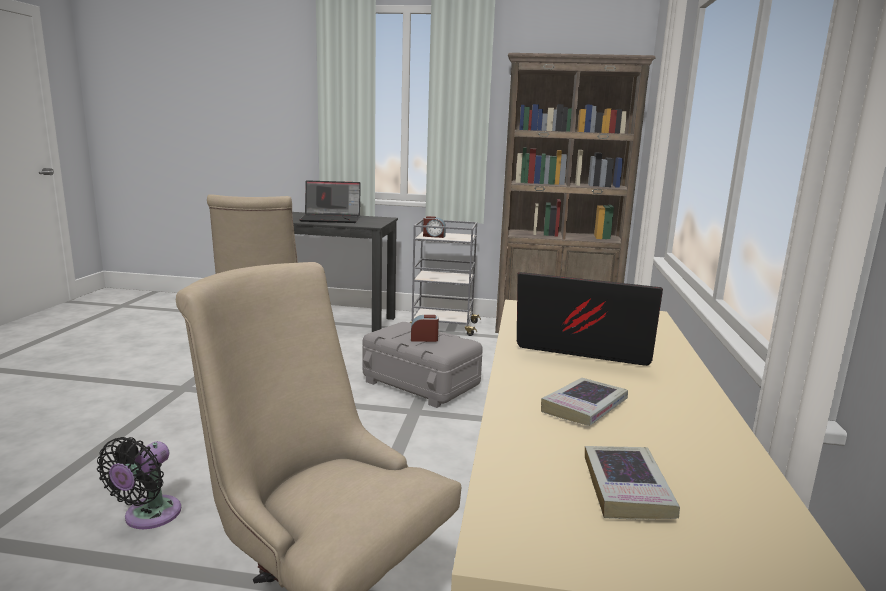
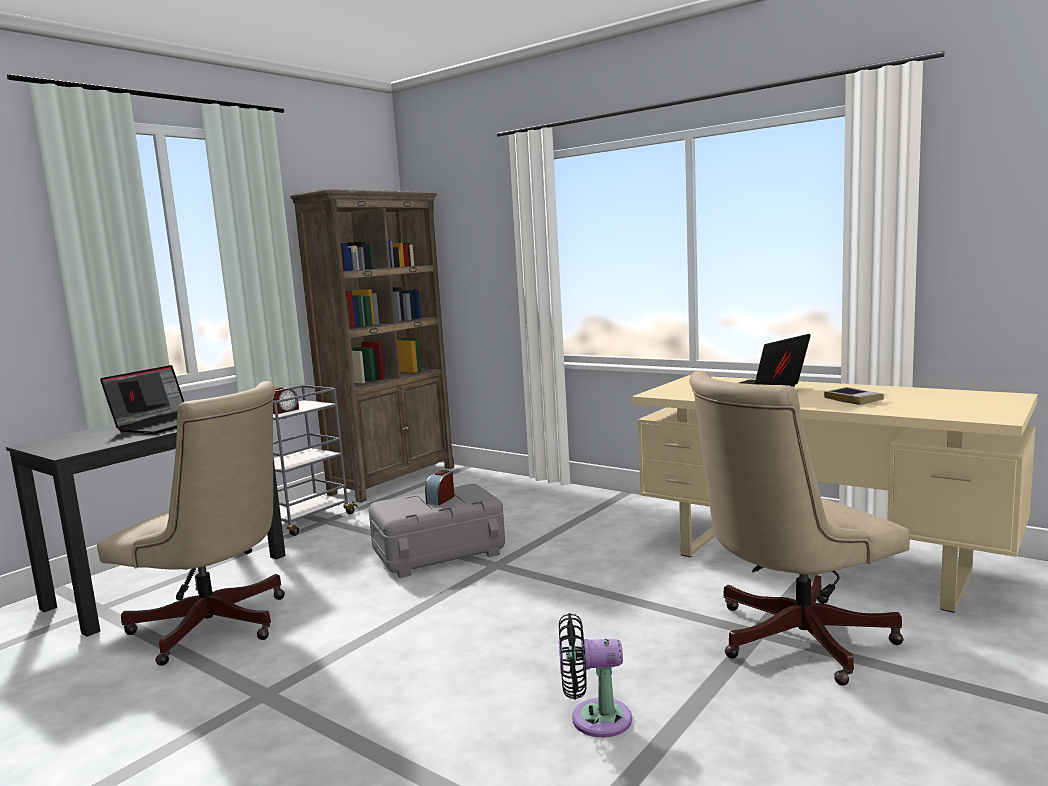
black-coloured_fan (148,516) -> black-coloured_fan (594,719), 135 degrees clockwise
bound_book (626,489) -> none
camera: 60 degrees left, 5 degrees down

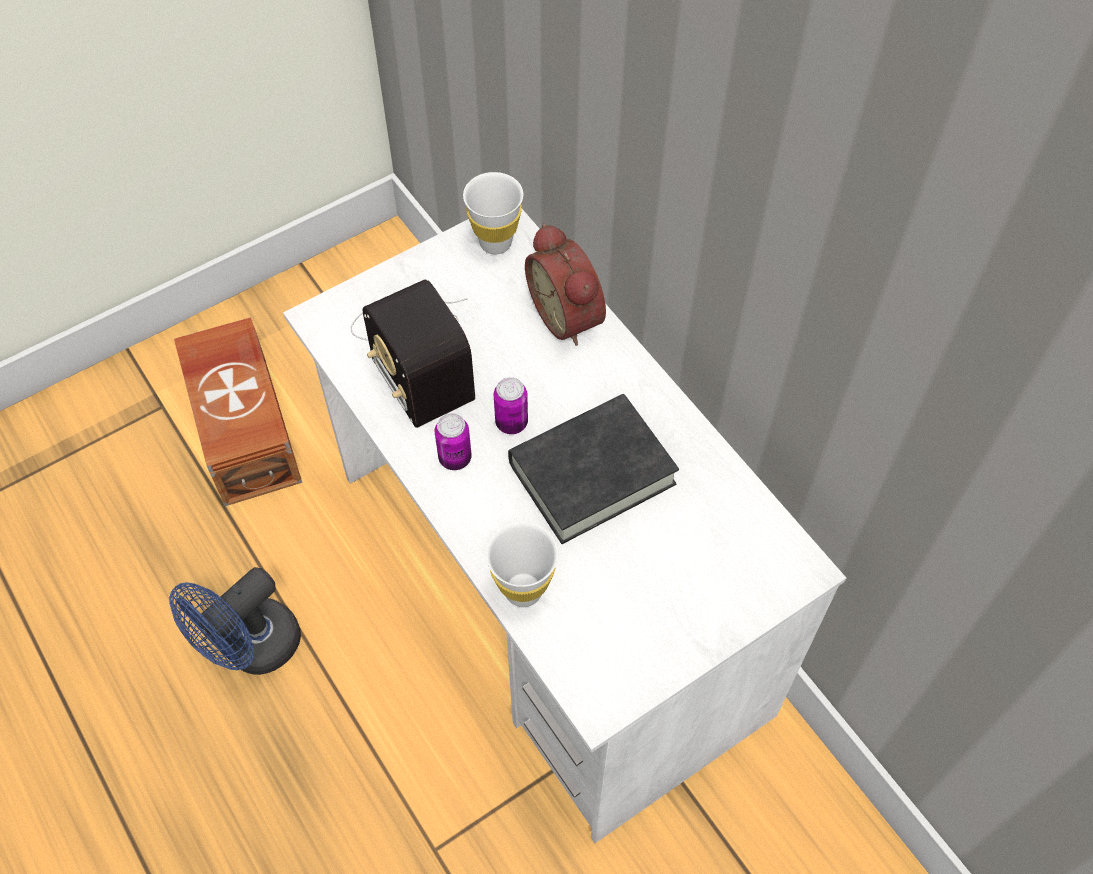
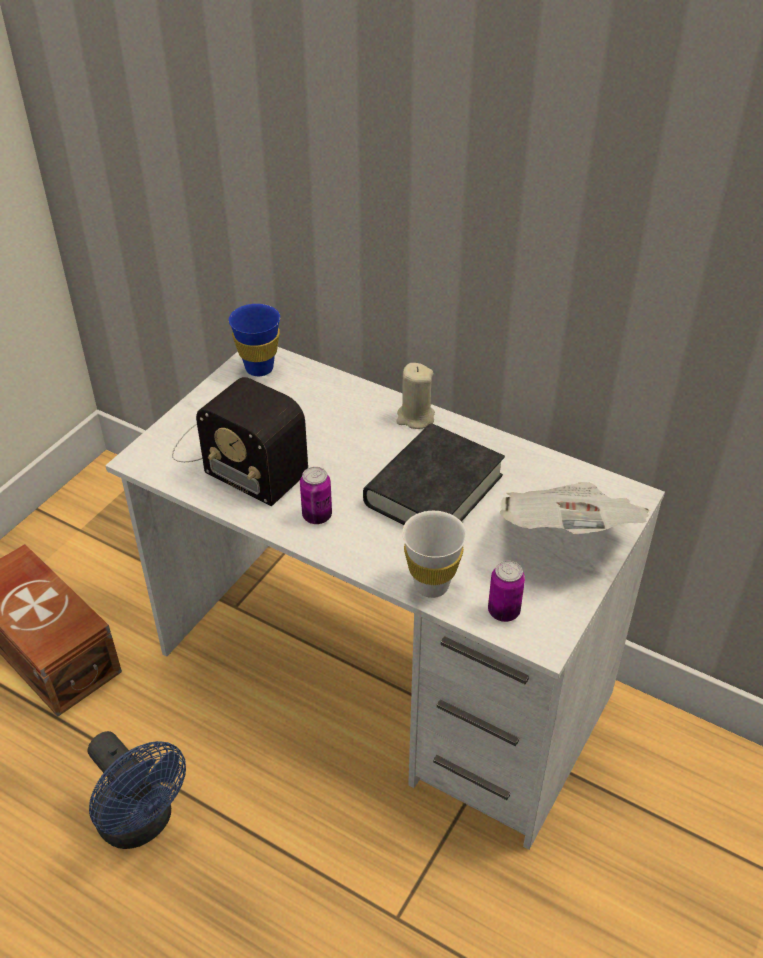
blue_fan (252,649) -> blue_fan (141,823), 60 degrees counterclockwise
whitish_small_cup (495,243) -> blue_small_cup (259,368)
none -> sand-coloured_wax_light (415,418)
sealed_can (511,423) -> sealed_can (503,611), move
none -> daily_paper (567,535)
bedside_clock (569,315) -> none
camera: 25 degrees left, 15 degrees down

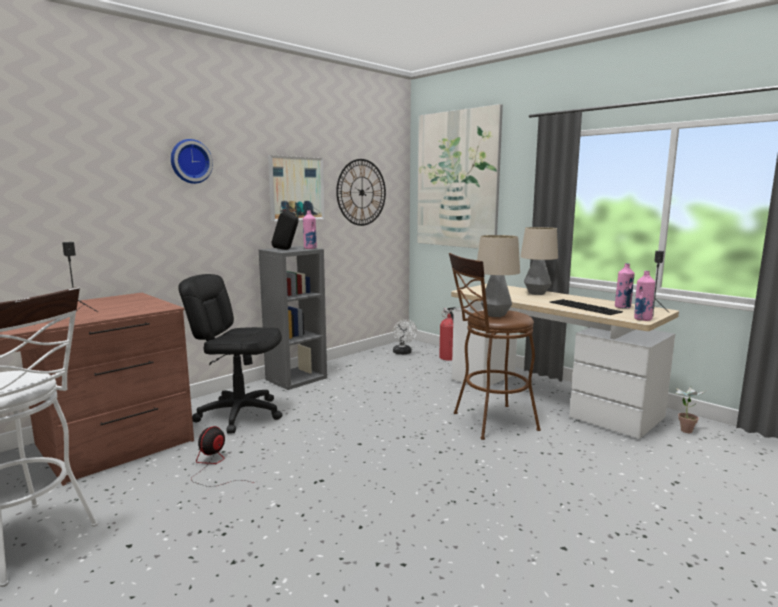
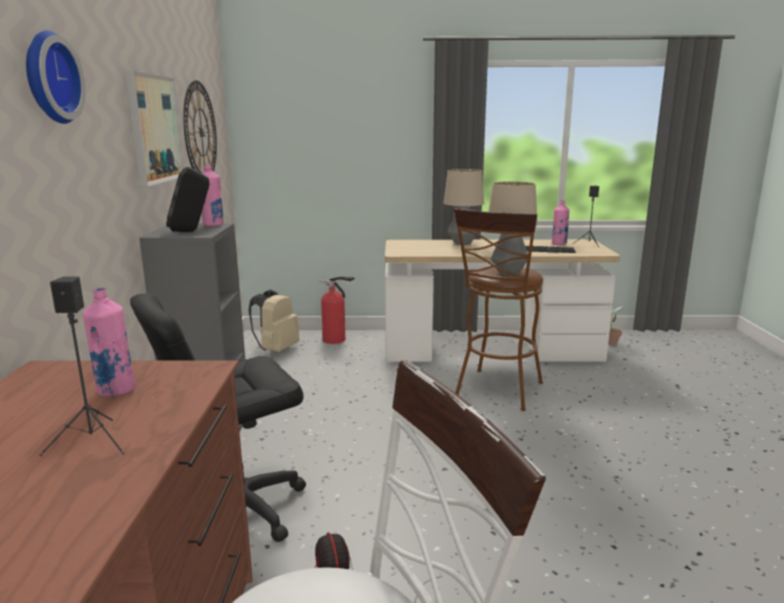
pink-coloured_bottle (642,319) -> pink-coloured_bottle (116,390), move
whitish_fan (403,353) -> sand-coloured_rucksack (276,349)
picture (457,180) -> none
camera: 45 degrees left, 5 degrees up

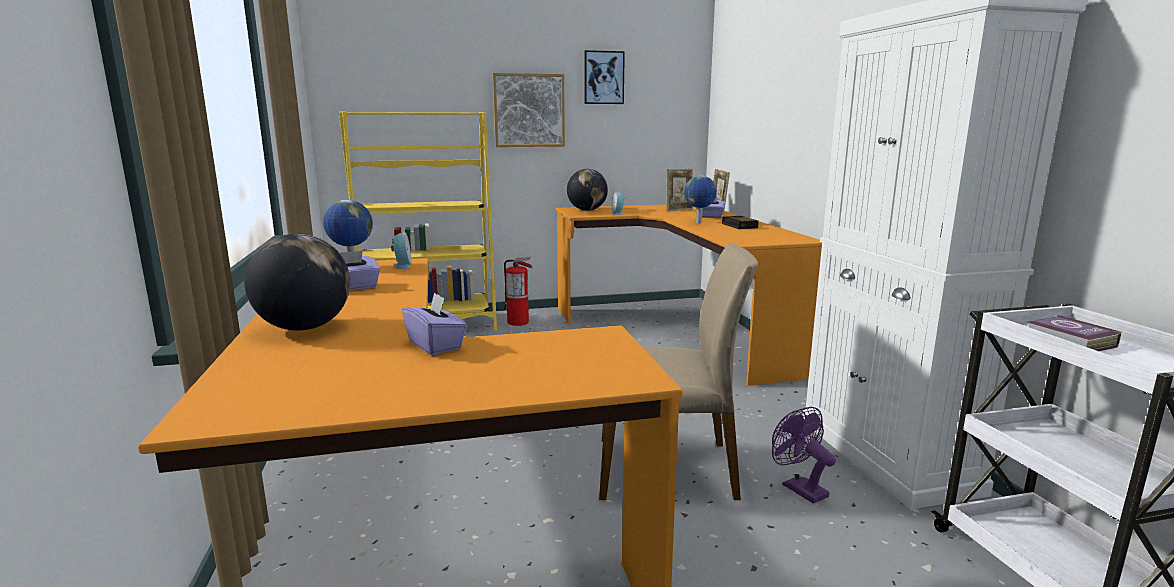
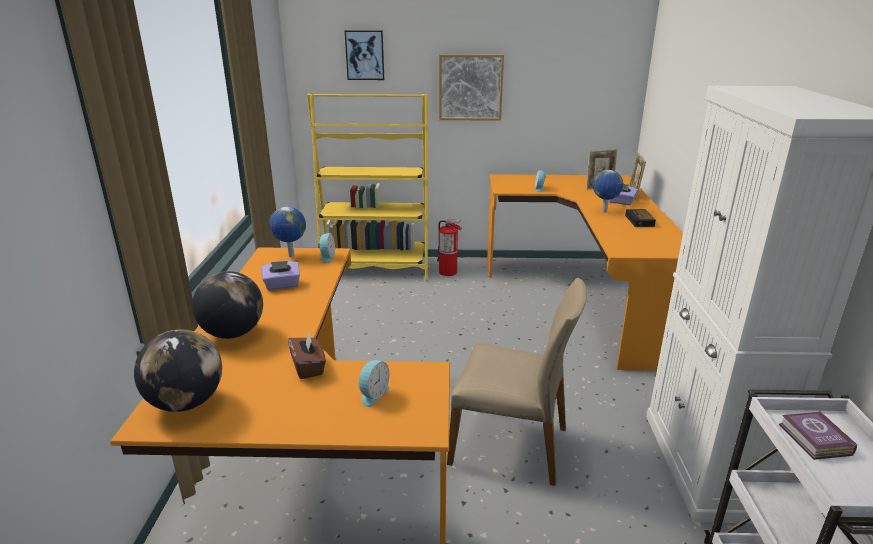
globe (587,210) -> globe (186,403), move
purplish_tissue_holder (436,345) -> brownish_tissue_holder (308,367)
picture (603,77) -> picture (365,55), move
none -> bedside_clock (373,394)
purplish_fan (798,488) -> none
camera: 15 degrees right, 10 degrees up

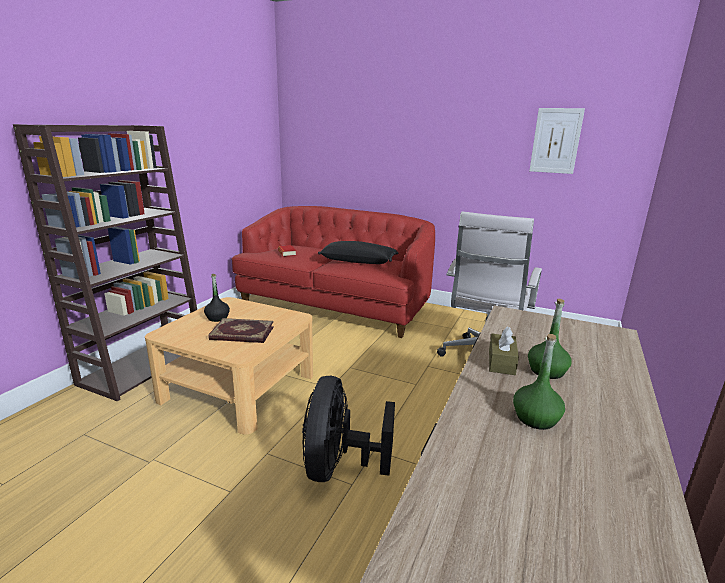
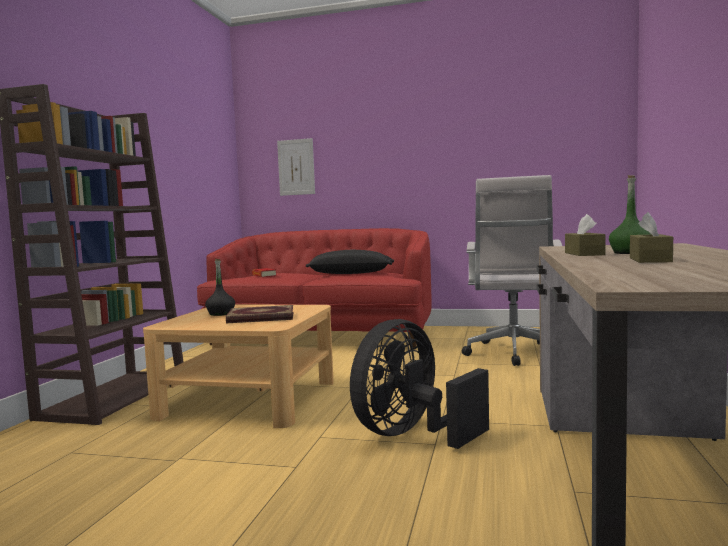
picture (556,141) -> picture (296,167), move
black-coloured_fan (339,466) -> black-coloured_fan (411,435), 45 degrees clockwise
green-coloured_bottle (536,418) -> brownish_tissue_holder (650,260)
camera: 10 degrees left, 15 degrees down

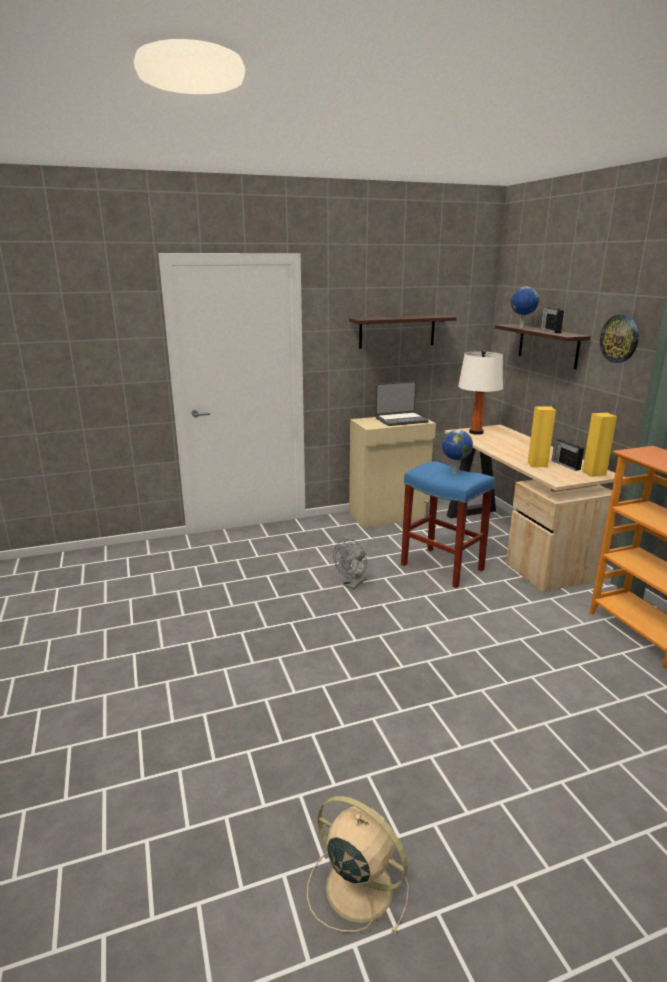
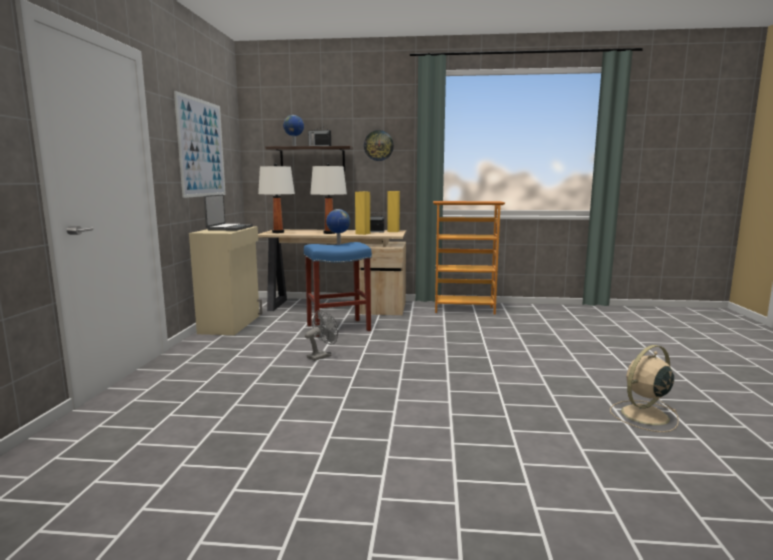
bracket_shelf (397,331) -> picture (201,148)
gray_fan (352,584) -> gray_fan (322,356), 105 degrees counterclockwise
none -> whitish_lamp_for_a_table (329,233)
camera: 65 degrees left, 10 degrees down

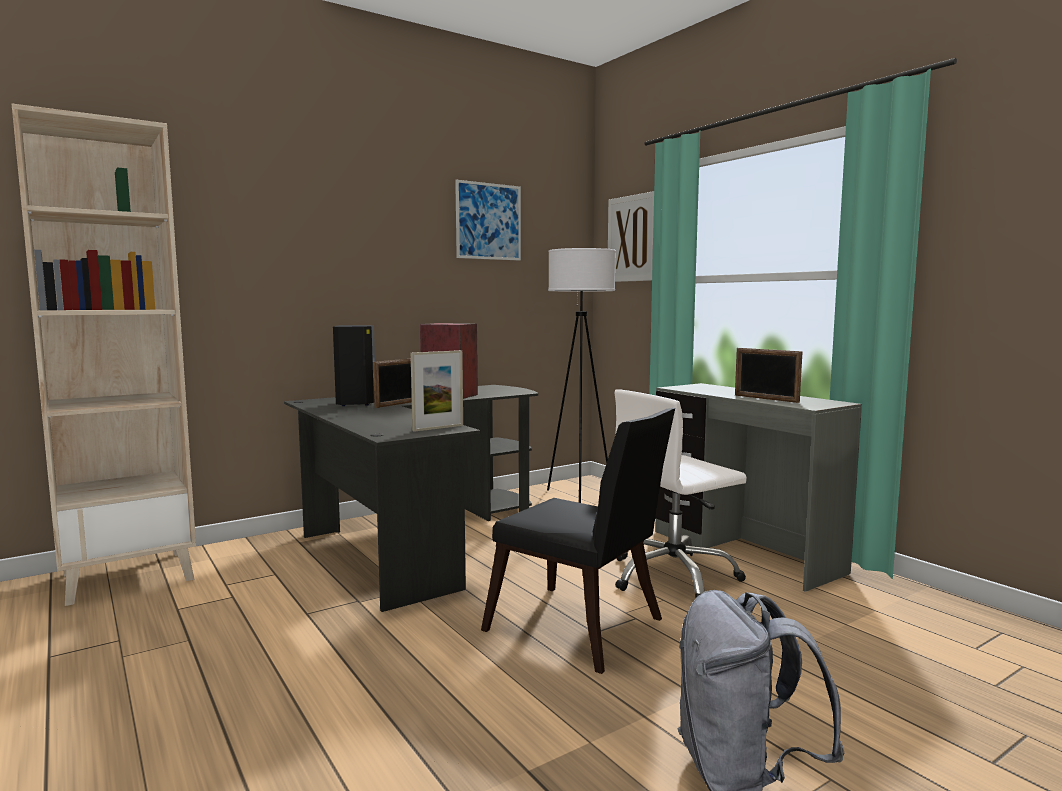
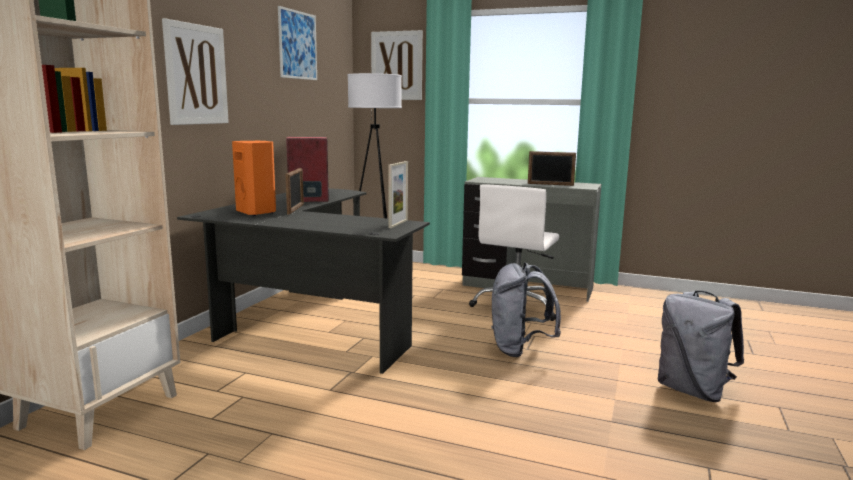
none -> picture (196,74)
black-coloured_speaker (357,403) -> orange_speaker (257,212)
black-coloured_chair (581,630) -> gray_rucksack (519,350)
camera: 35 degrees left, 5 degrees up

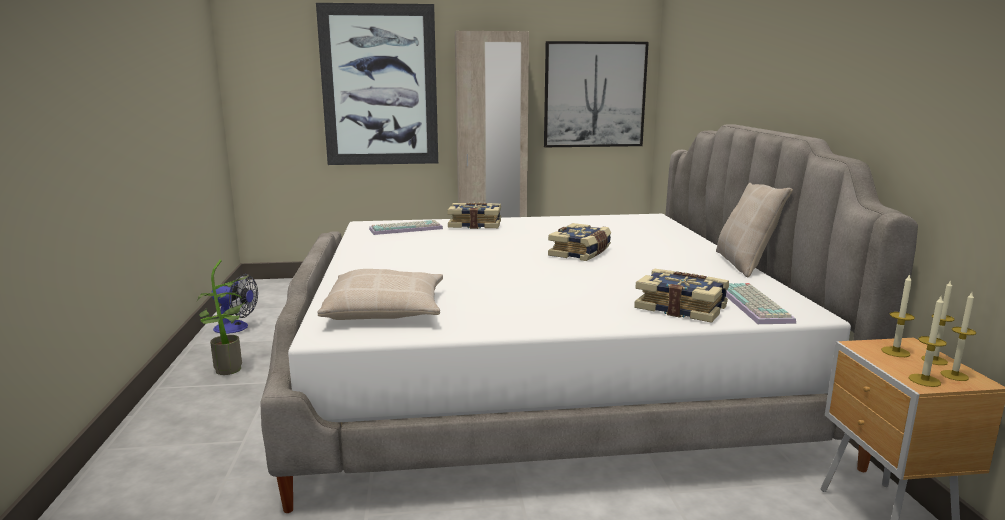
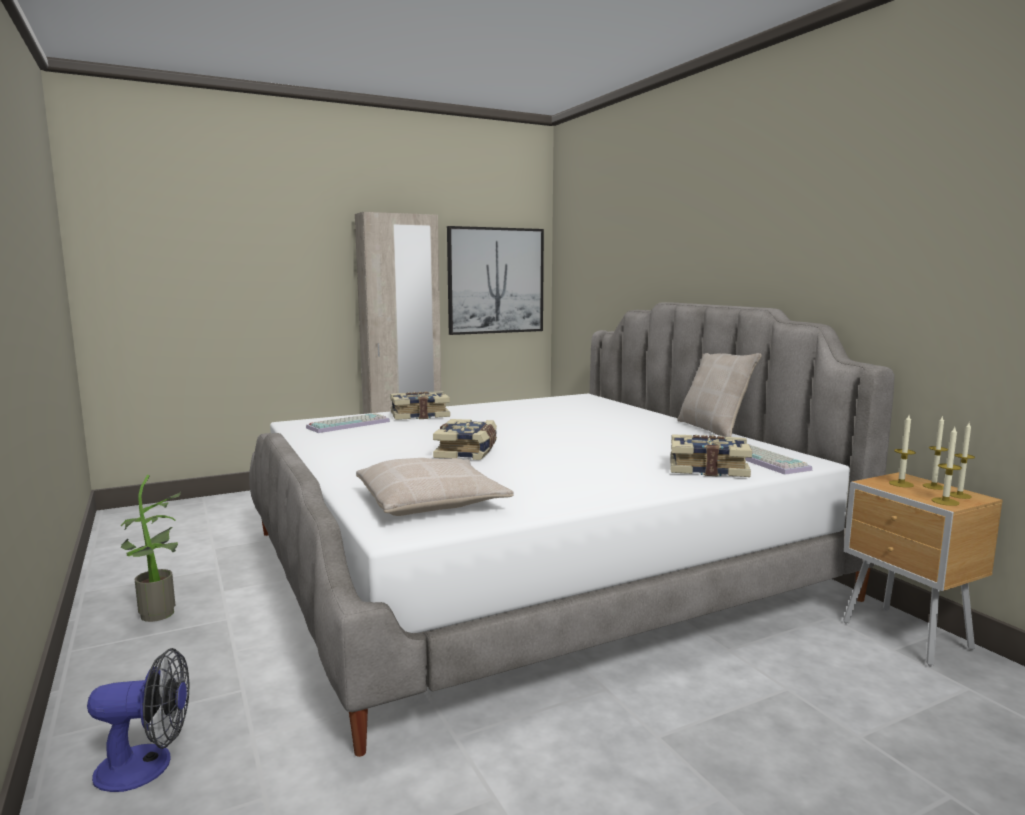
fan (236,328) -> fan (147,766), move
bound_book (581,253) -> bound_book (468,452), move
picture (379,86) -> none
camera: 20 degrees left, 5 degrees down

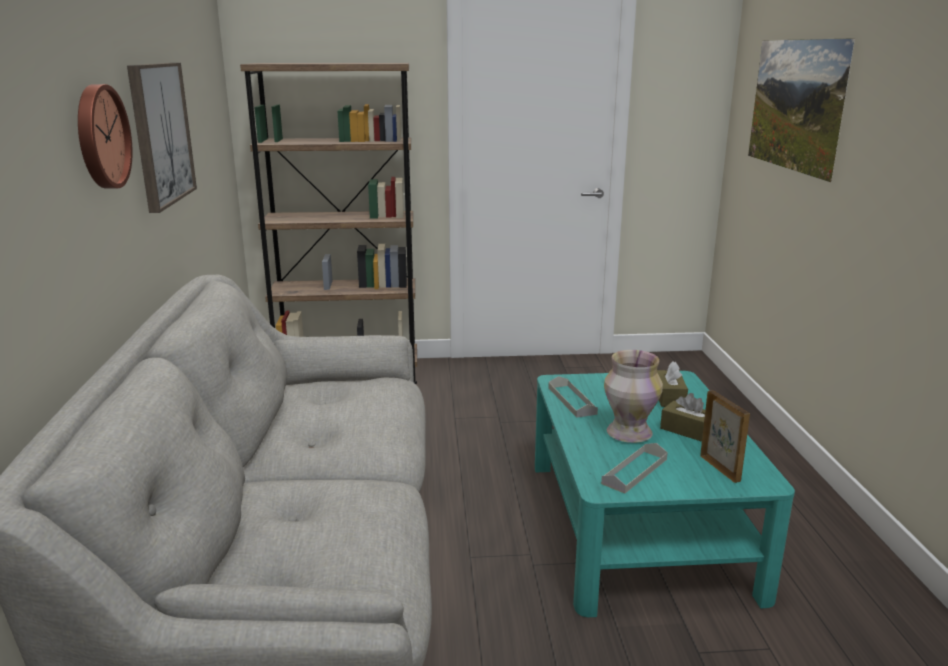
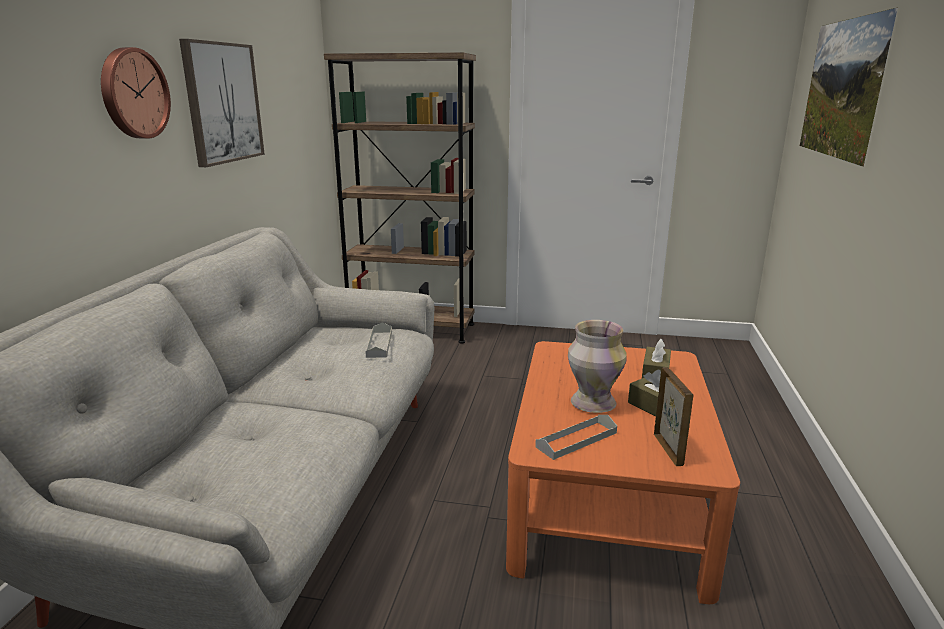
gray_carrying_tray (572,400) -> gray_carrying_tray (379,344), move
blue-green_coffee_table (637,525) -> orange_coffee_table (607,497)
camera: 15 degrees right, 0 degrees up

